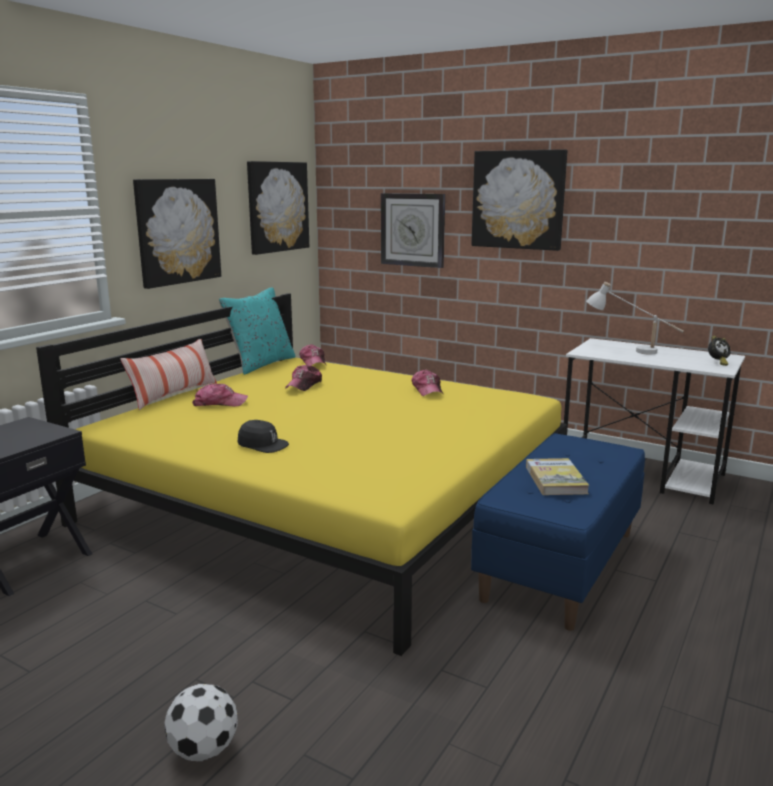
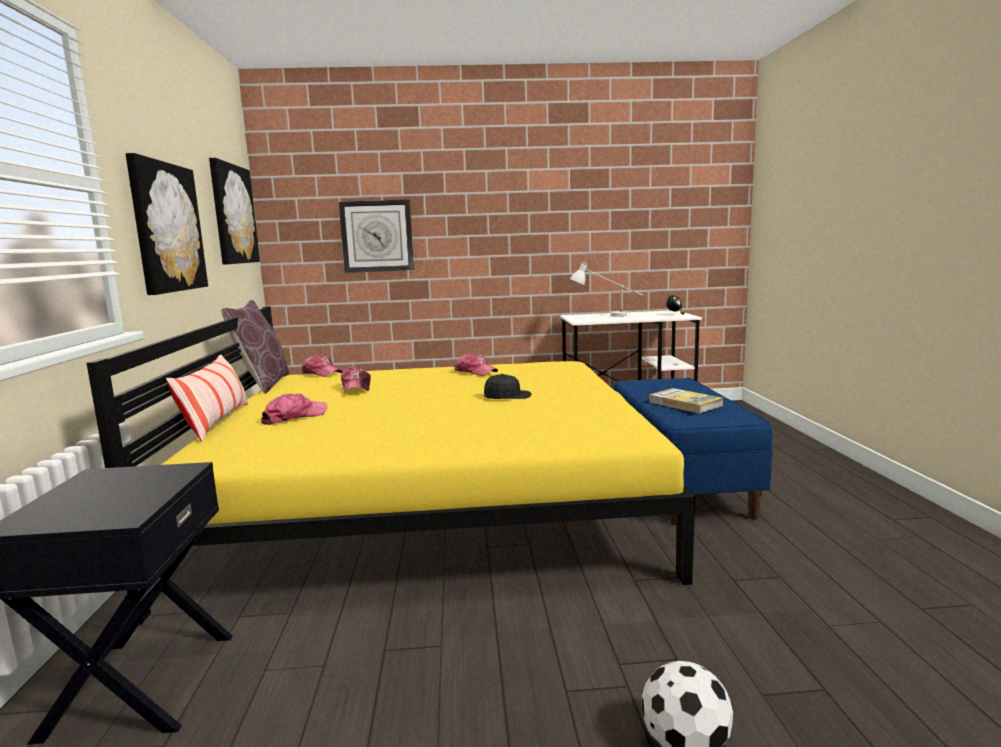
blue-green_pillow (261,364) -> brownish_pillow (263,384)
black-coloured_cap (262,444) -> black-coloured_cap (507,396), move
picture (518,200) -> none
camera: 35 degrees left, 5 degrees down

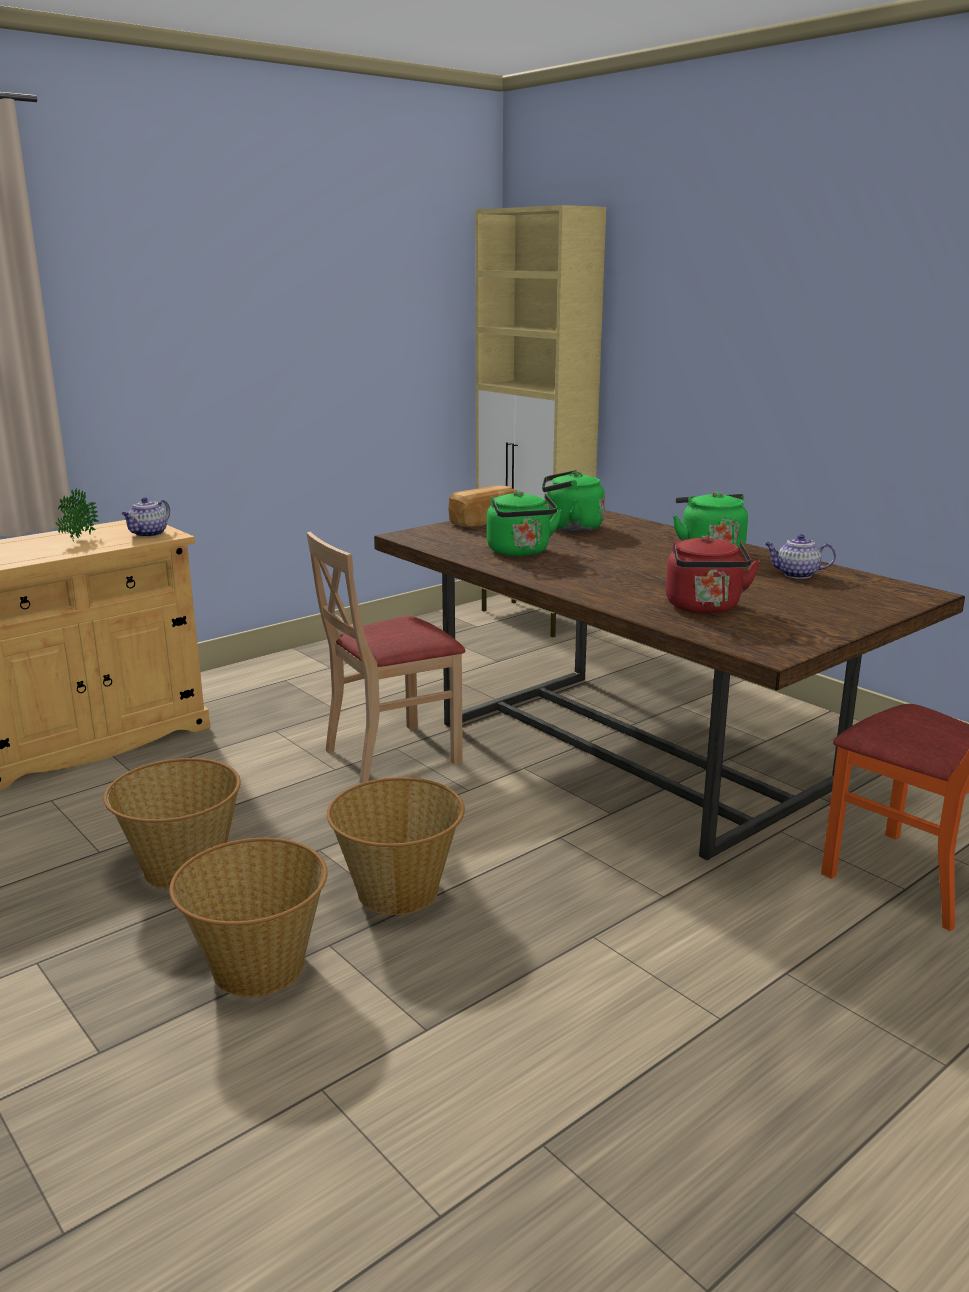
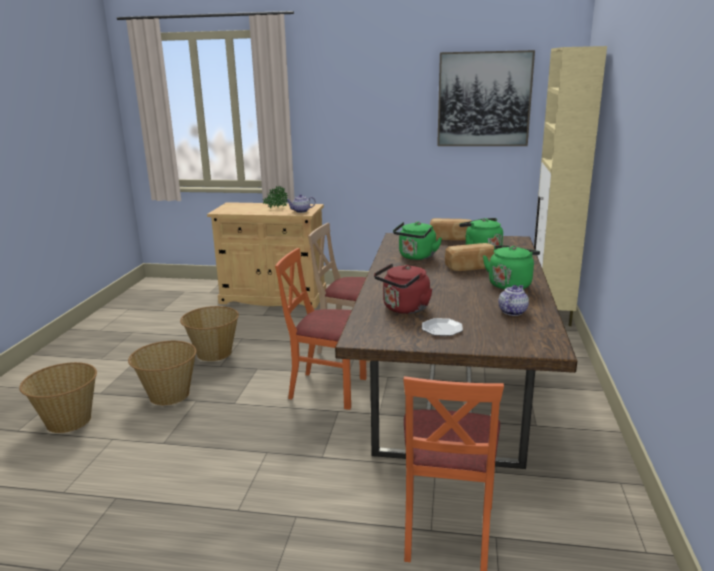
basket (398,892) -> basket (68,421), move
none -> orange_chair (328,389)
none -> dinner_plate (442,329)
none -> picture (484,99)
none -> bakery_bread (471,268)
tea_pot (796,574) -> tea_pot (512,311), 60 degrees clockwise
camera: 50 degrees right, 0 degrees up

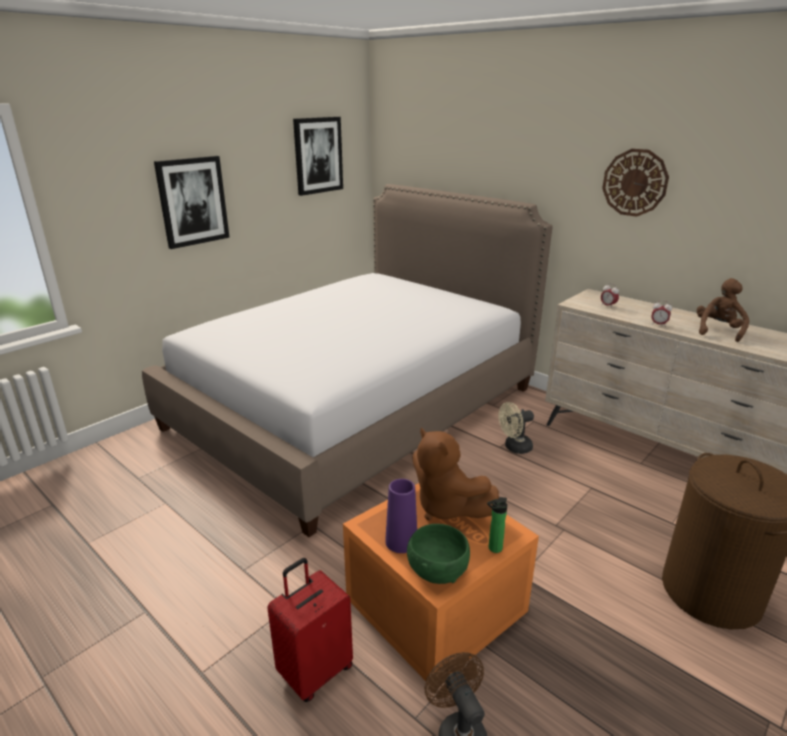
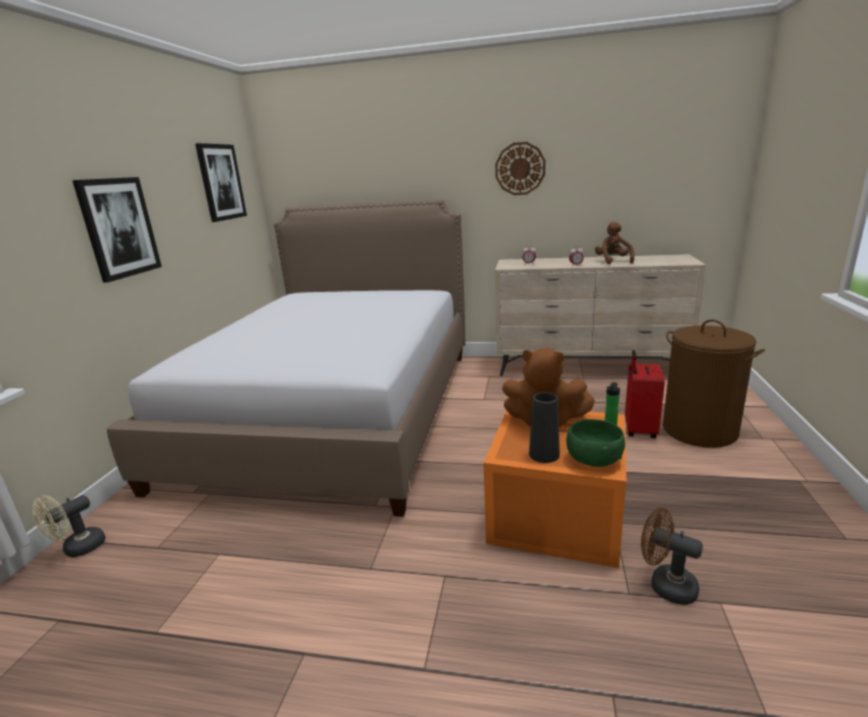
sand-coloured_fan (514,448) -> sand-coloured_fan (78,549), move
purplish_flower_vase (401,541) -> black-coloured_flower_vase (544,454)
red_suitcase (315,671) -> red_suitcase (638,430), move
camera: 30 degrees left, 5 degrees down

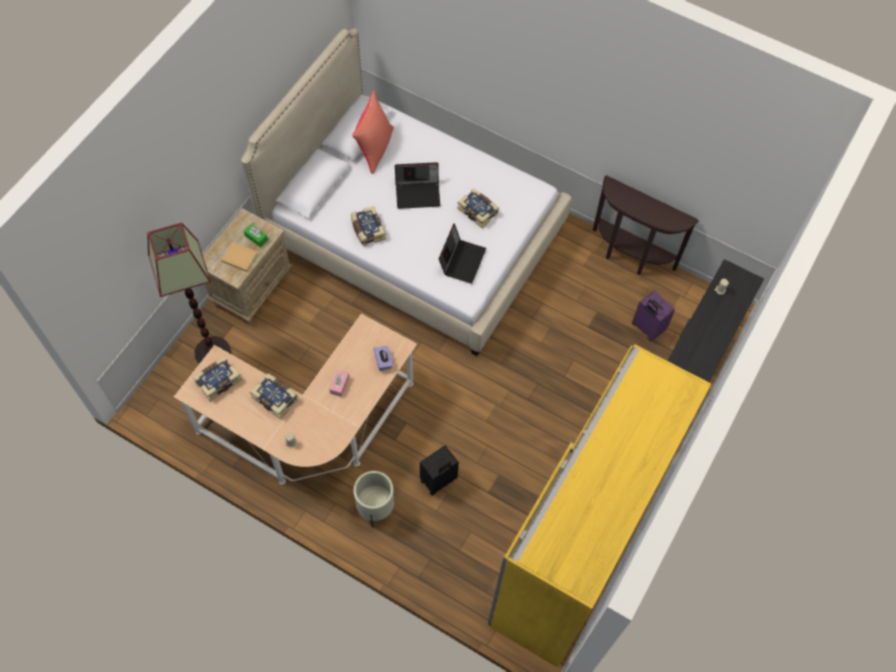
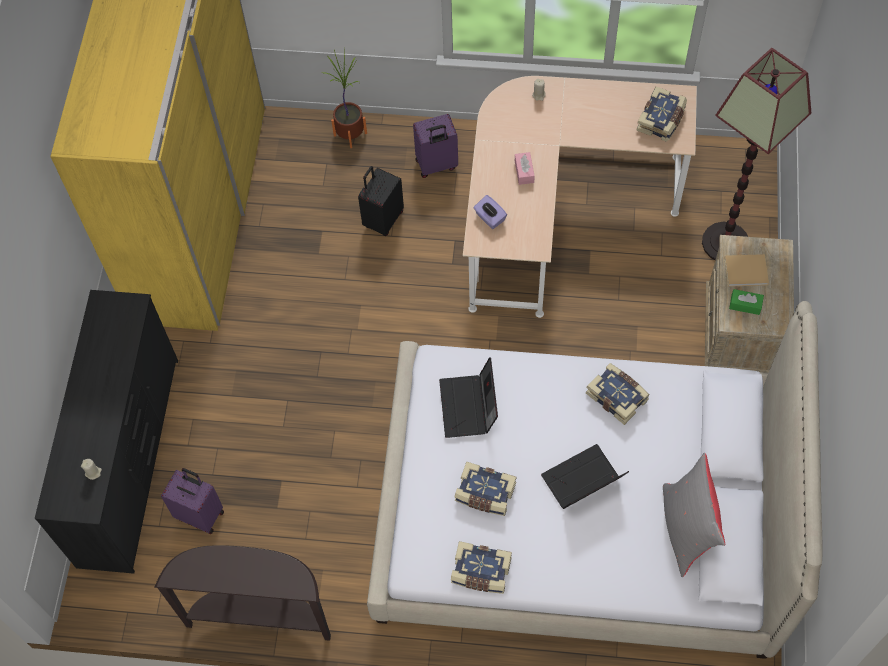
none -> houseplant (350,134)
sand-coloured_plant_pot (376,508) -> purplish_suitcase (436,165)
bound_book (275,398) -> bound_book (481,572), move
red_pillow (374,148) -> gray_pillow (686,528)
camera: 160 degrees right, 0 degrees up

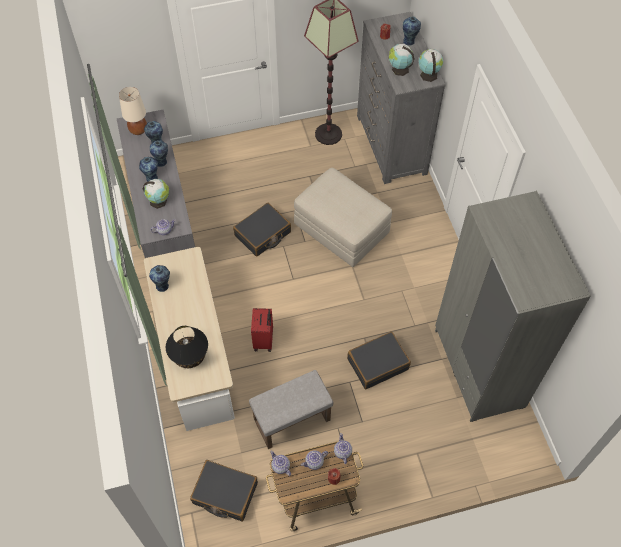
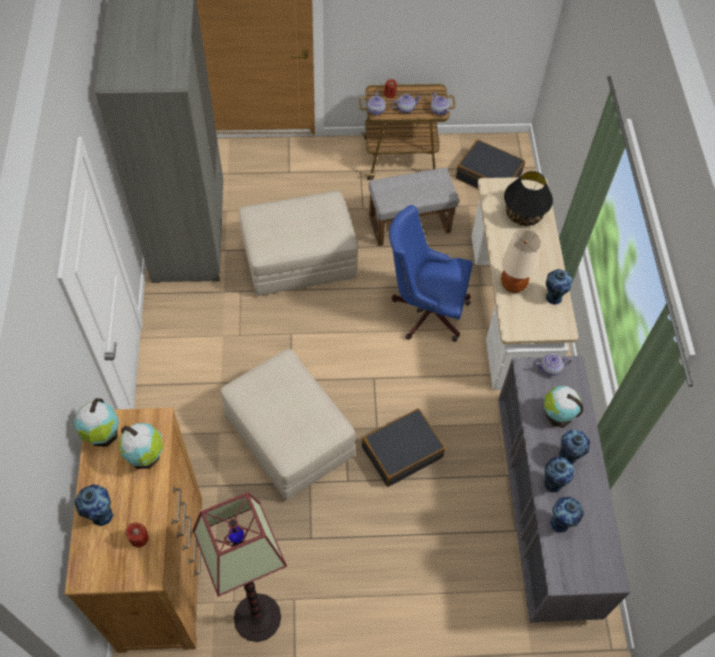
gray_chest_of_drawers (391,145) -> brownish_chest_of_drawers (162,571)
black-coloured_suitcase (377,363) -> sand-coloured_footrest (299,259)
red_suitcase (264,340) -> blue_office_chair (425,310)
sand-coloured_lamp_for_a_table (138,130) -> sand-coloured_lamp_for_a_table (513,285), move
camera: 170 degrees left, 0 degrees up

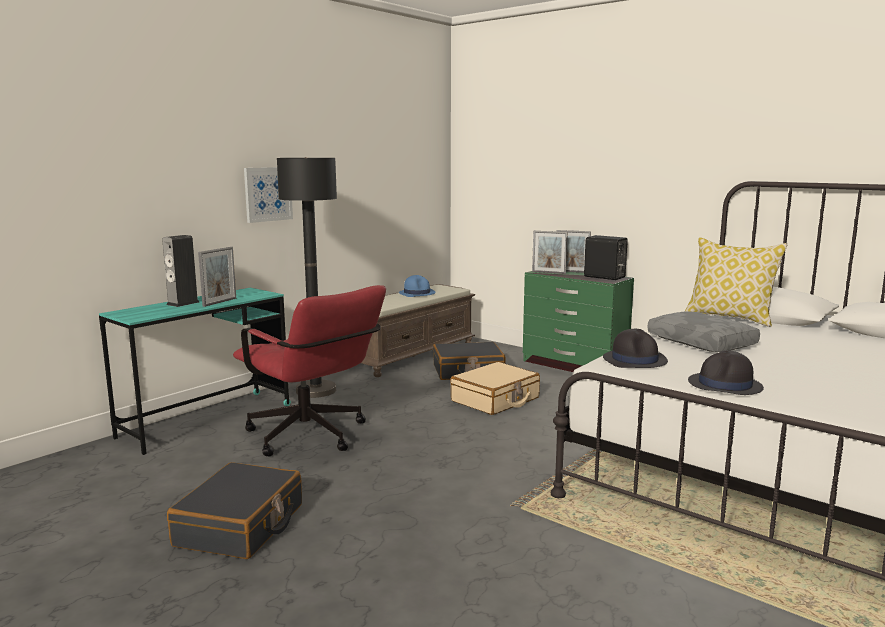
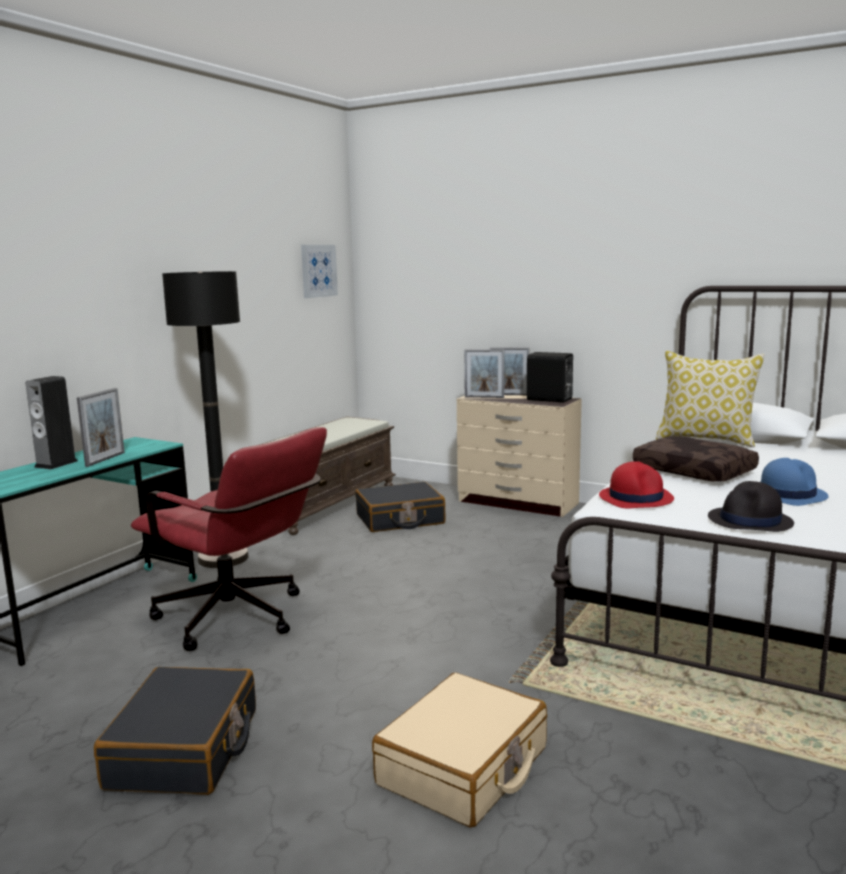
picture (268,194) -> picture (318,270), move
sand-coloured_suitcase (495,400) -> sand-coloured_suitcase (464,767), move
green-coloured_chest_of_drawers (574,366) -> sand-coloured_chest_of_drawers (518,503)
black-coloured_clothing_hat (635,360) -> red_clothing_hat (636,498)
gray_pillow (702,343) -> brownish_pillow (695,471)
blue_clothing_hat (417,293) -> blue_clothing_hat (787,494), move
camera: 10 degrees left, 0 degrees up

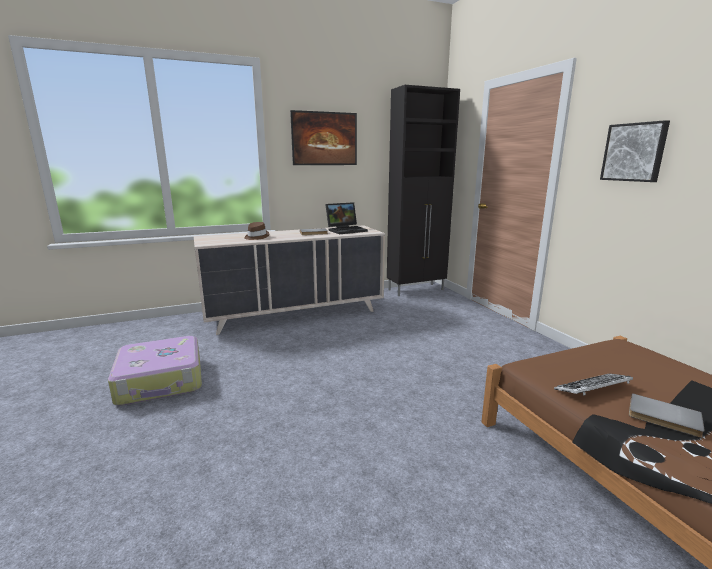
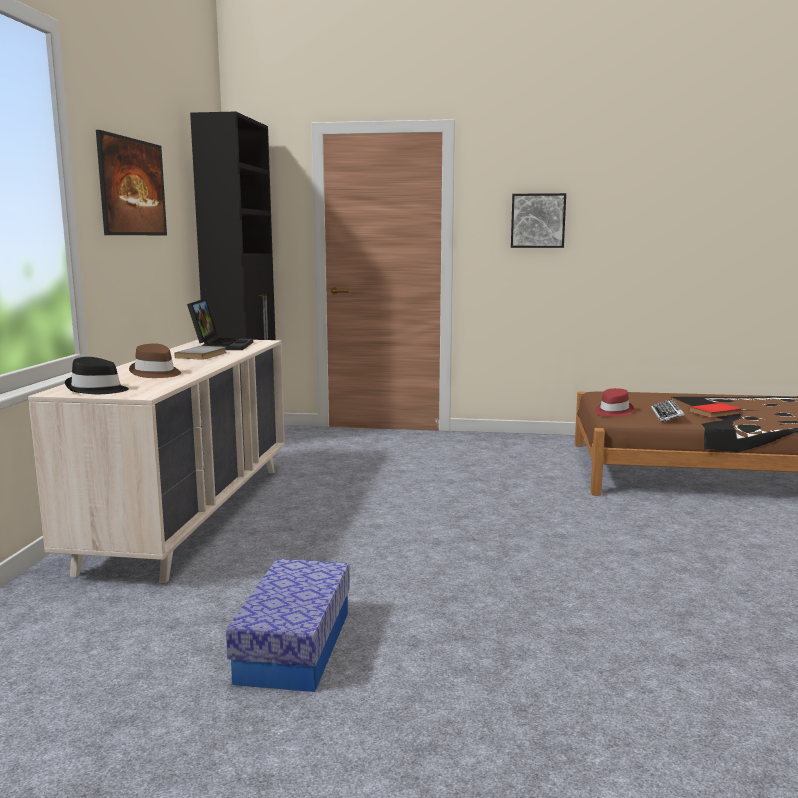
none -> black-coloured_clothing_hat (97,389)
suitcase (161,381) -> storage_bin (294,646)
none -> red_clothing_hat (612,411)
gray_bound_book (664,418) -> red_bound_book (716,413)
camera: 60 degrees left, 5 degrees down

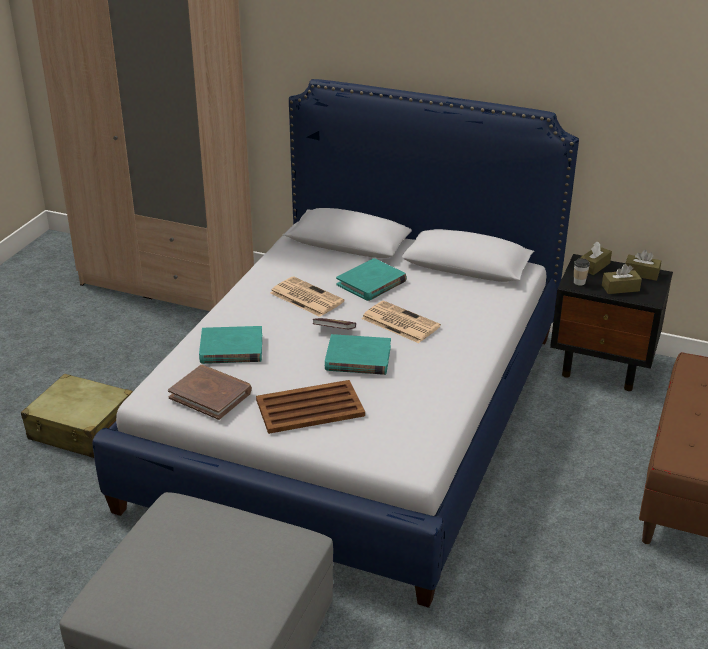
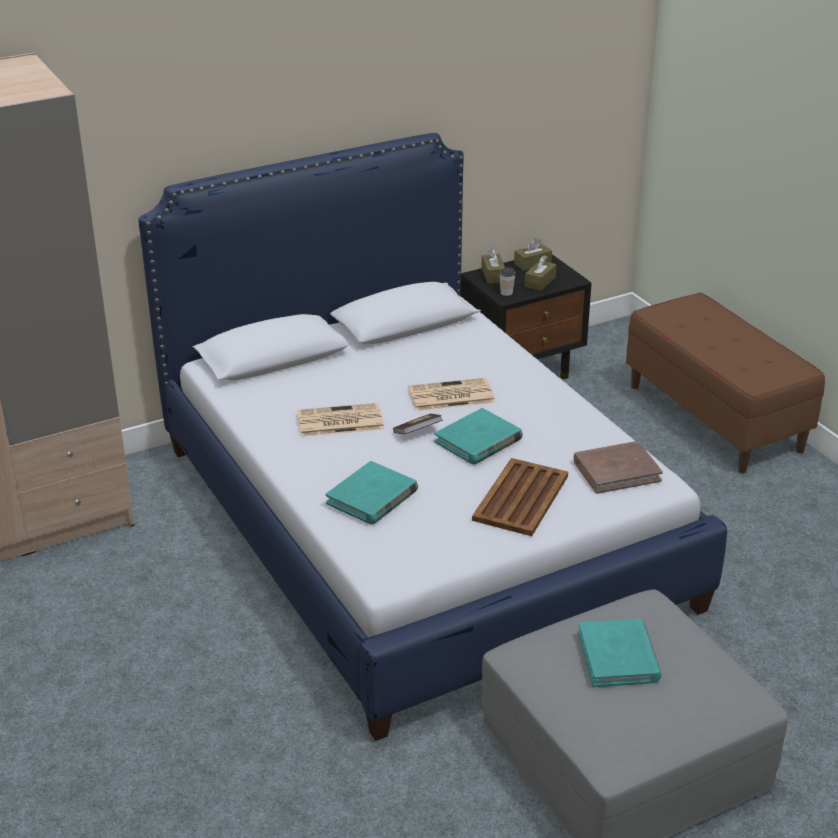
brownish_bound_book (211,395) -> brownish_bound_book (616,471), move
blue-green_bound_book (371,283) -> blue-green_bound_book (619,656), move
sand-coloured_suitcase (83,429) -> none
camera: 50 degrees left, 0 degrees up

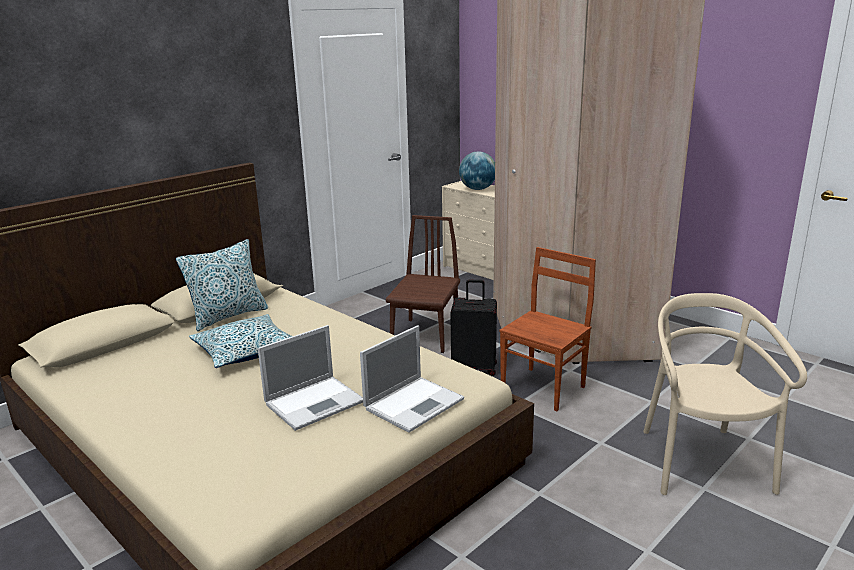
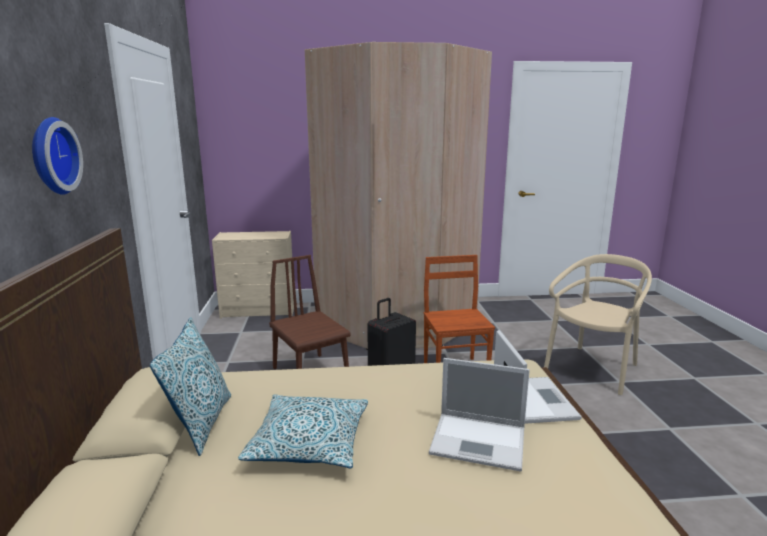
none -> hanging_clock (51,156)
notebook_computer (316,402) -> notebook_computer (480,441), 105 degrees clockwise
sand-coloured_chair (702,462) -> sand-coloured_chair (593,369), 90 degrees clockwise
globe (477,189) -> none
camera: 50 degrees left, 5 degrees down

